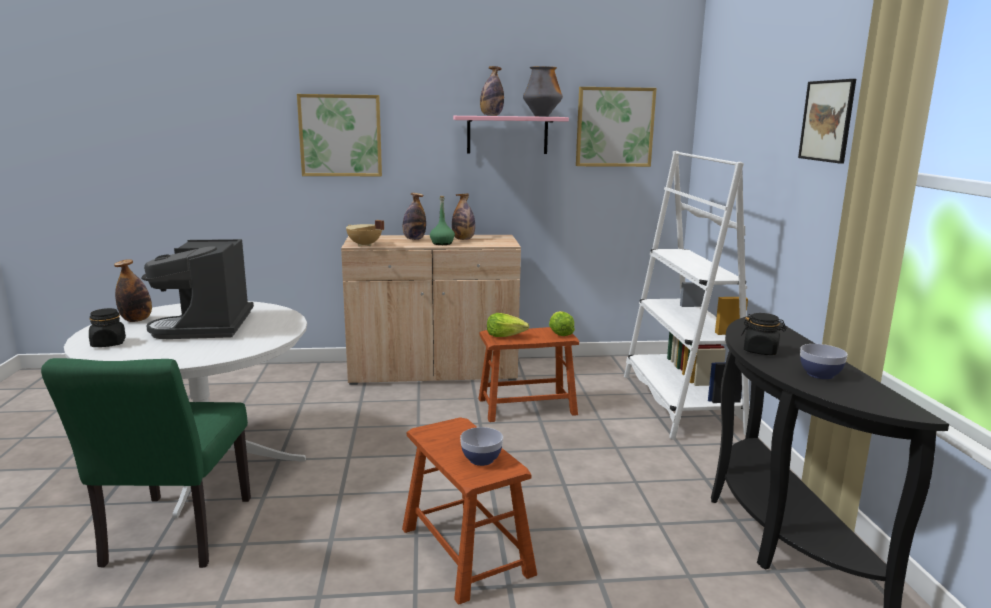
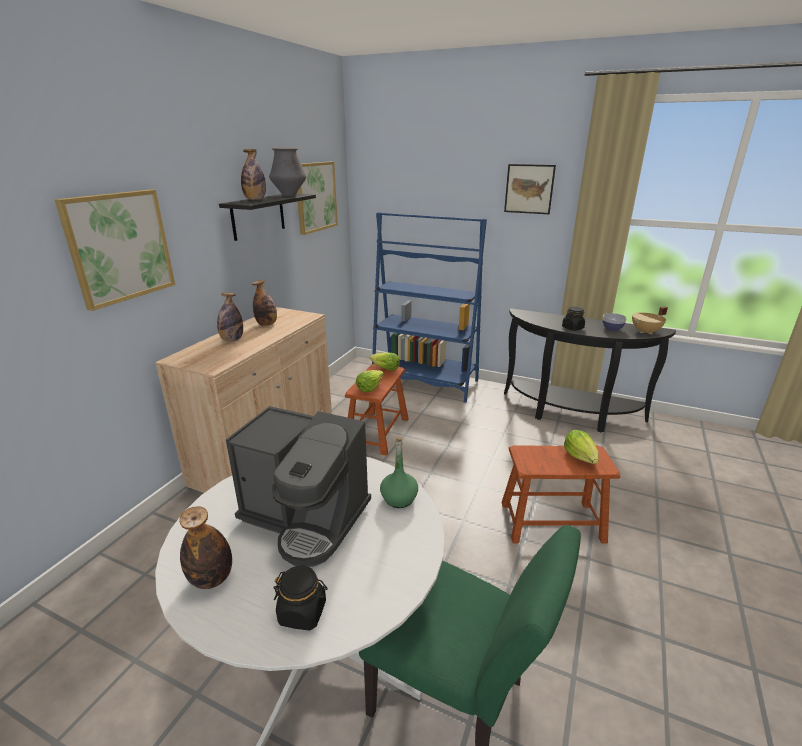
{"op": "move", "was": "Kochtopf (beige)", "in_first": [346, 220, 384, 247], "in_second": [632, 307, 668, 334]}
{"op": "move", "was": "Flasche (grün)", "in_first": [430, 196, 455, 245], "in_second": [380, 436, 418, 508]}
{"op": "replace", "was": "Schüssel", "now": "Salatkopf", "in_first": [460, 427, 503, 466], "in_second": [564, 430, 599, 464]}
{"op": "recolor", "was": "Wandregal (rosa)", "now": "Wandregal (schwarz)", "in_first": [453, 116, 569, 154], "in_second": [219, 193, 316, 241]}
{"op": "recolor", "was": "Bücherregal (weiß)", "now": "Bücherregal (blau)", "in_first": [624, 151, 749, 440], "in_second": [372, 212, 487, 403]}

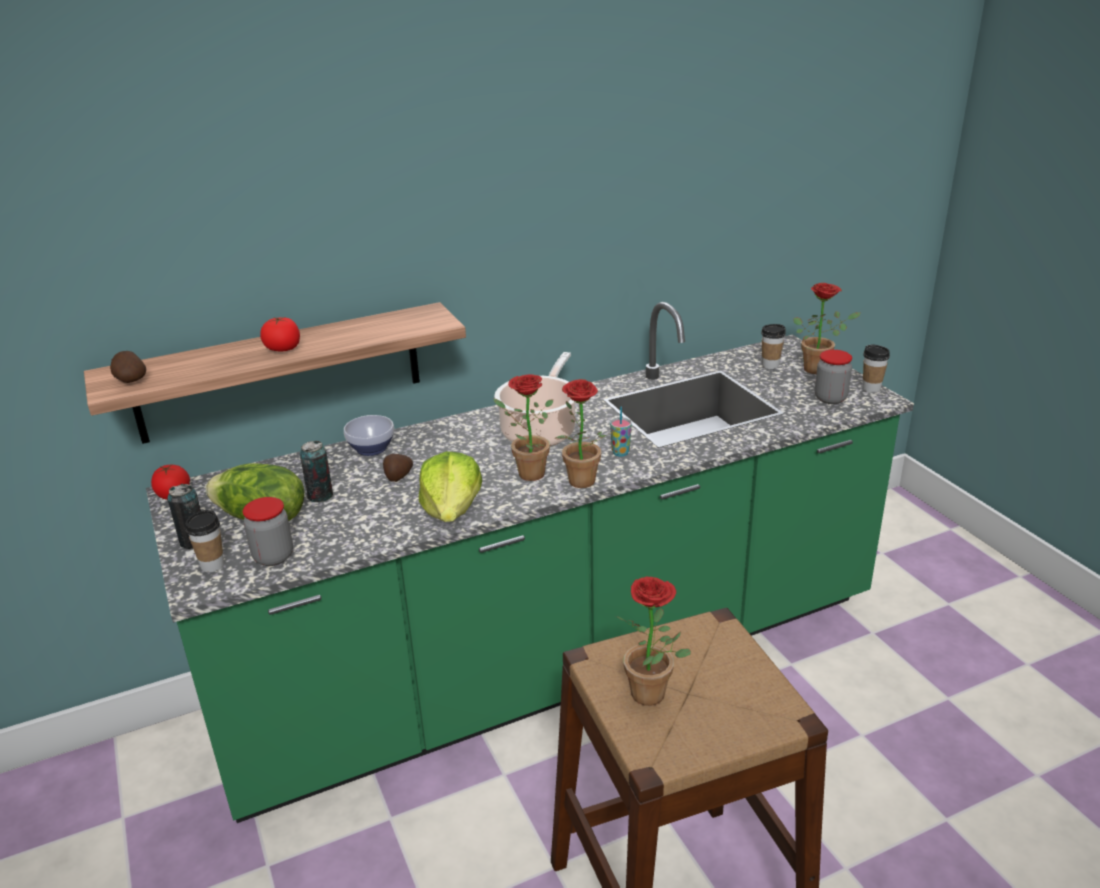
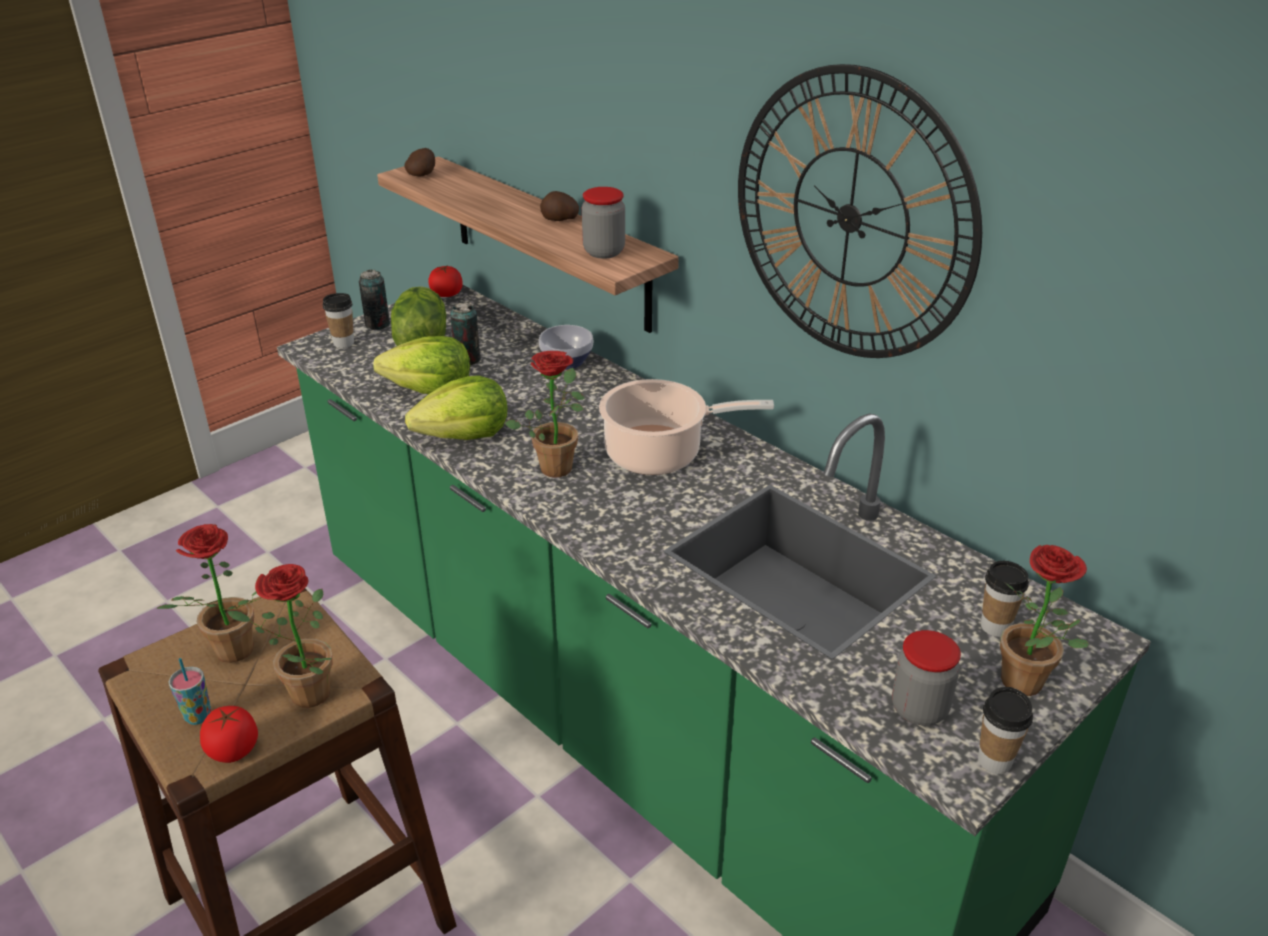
{"op": "insert", "now": "Salatkopf", "in_second": [373, 336, 470, 394]}
{"op": "insert", "now": "Wanduhr", "in_second": [738, 64, 982, 358]}
{"op": "move", "was": "Vorratsglas", "in_first": [243, 497, 293, 566], "in_second": [582, 187, 625, 259]}
{"op": "move", "was": "Tomate", "in_first": [260, 317, 300, 352], "in_second": [200, 706, 258, 763]}
{"op": "move", "was": "Kartoffel", "in_first": [383, 454, 413, 482], "in_second": [540, 191, 579, 221]}
{"op": "move", "was": "Topfpflanze", "in_first": [554, 379, 620, 488], "in_second": [227, 564, 332, 708]}
{"op": "move", "was": "Tasse", "in_first": [610, 406, 632, 457], "in_second": [169, 658, 211, 725]}

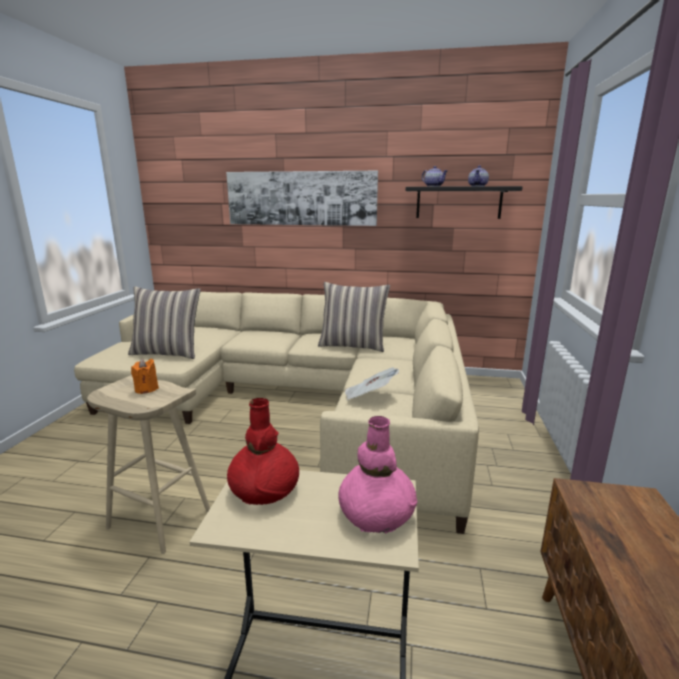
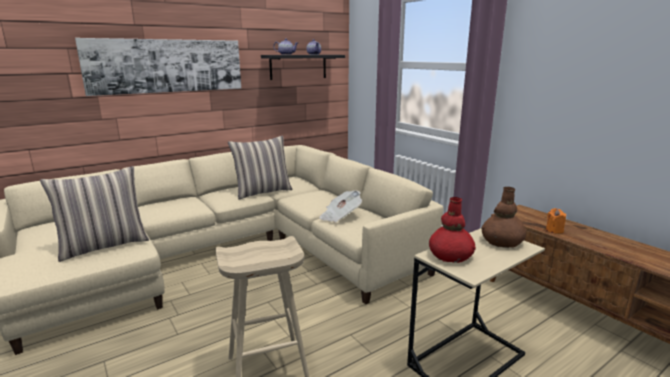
{"op": "move", "was": "Kerze (orange)", "in_first": [131, 359, 159, 394], "in_second": [546, 208, 566, 234]}
{"op": "recolor", "was": "Vase (rosa)", "now": "Vase (braun)", "in_first": [338, 416, 417, 533], "in_second": [481, 187, 526, 248]}

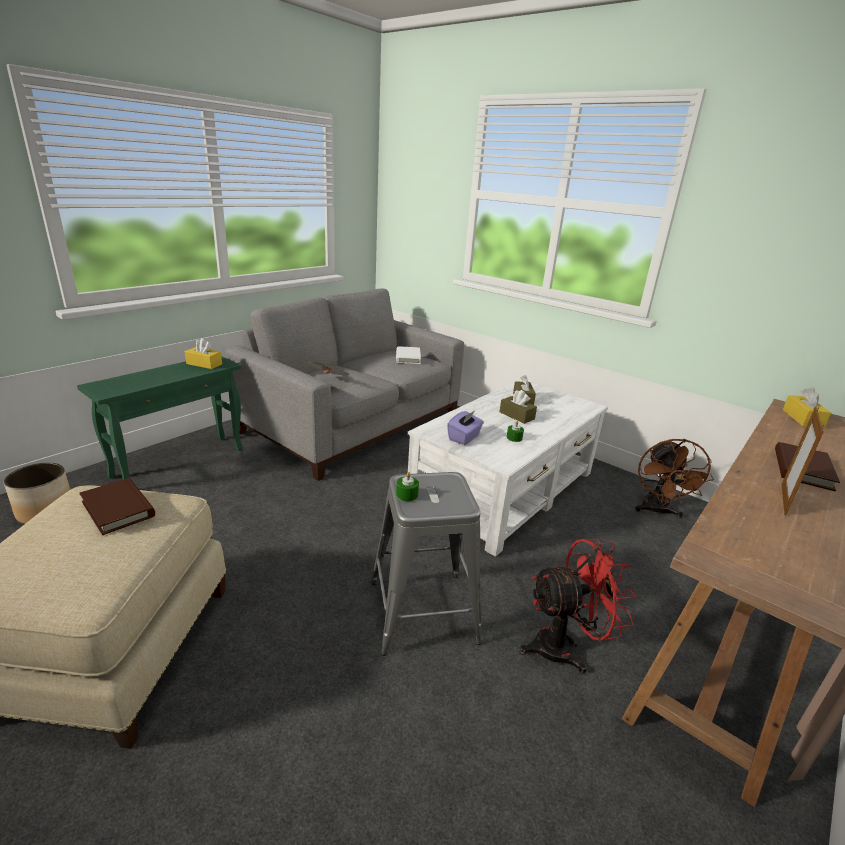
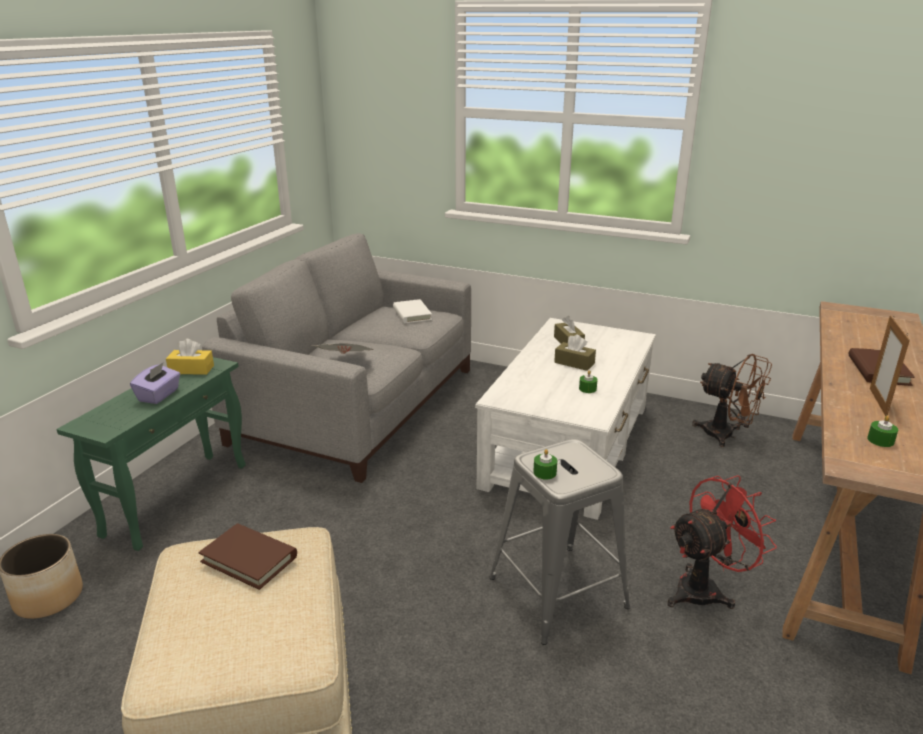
{"op": "delete", "was": "Taschentuchbox (gelb)", "in_first": [783, 387, 831, 428]}
{"op": "insert", "now": "Kerze (grün)", "in_second": [867, 415, 898, 447]}
{"op": "move", "was": "Taschentuchbox (lila)", "in_first": [447, 411, 484, 445], "in_second": [130, 362, 180, 404]}
{"op": "rotate", "was": "Ventilator (braun)", "in_first": [635, 439, 714, 518], "in_second": [692, 354, 772, 447], "clockwise": -45}

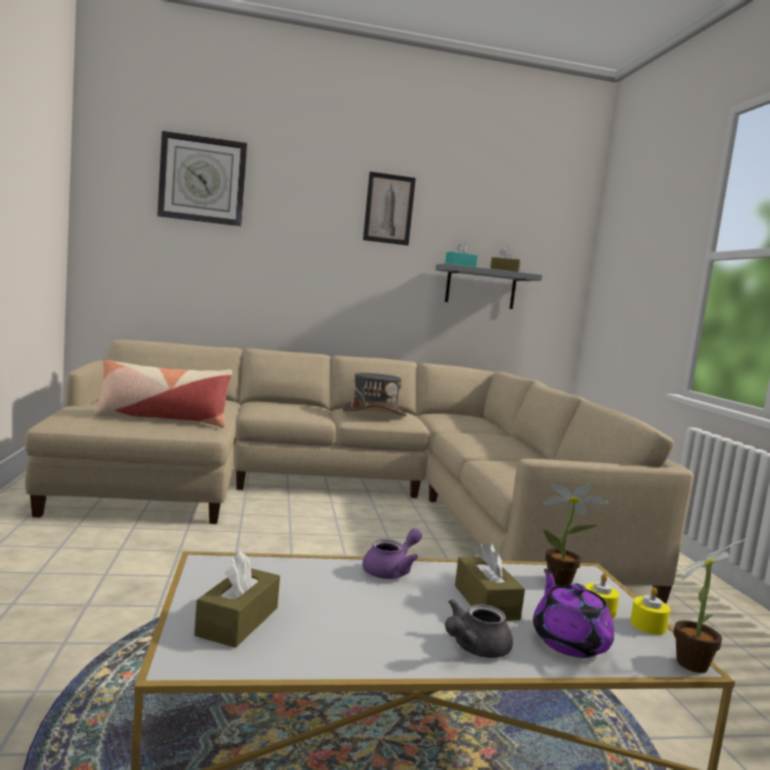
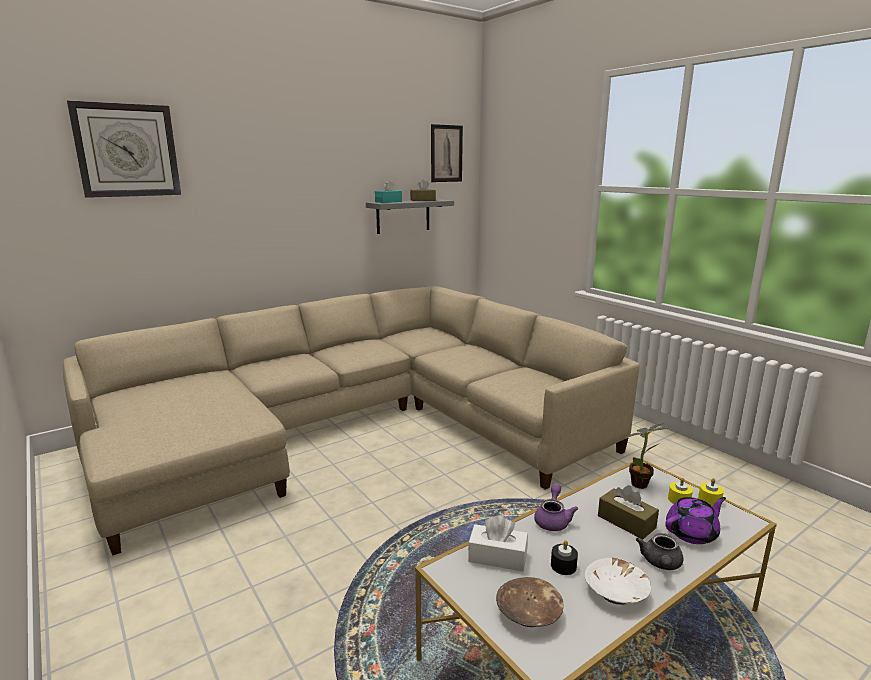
{"op": "delete", "was": "Kissen", "in_first": [94, 360, 232, 427]}
{"op": "delete", "was": "Hut (grau)", "in_first": [342, 373, 407, 416]}
{"op": "delete", "was": "Topfpflanze", "in_first": [673, 539, 747, 673]}
{"op": "insert", "now": "Taschentuchbox (weiß)", "in_second": [468, 516, 528, 572]}
{"op": "insert", "now": "Kerze (schwarz)", "in_second": [551, 540, 578, 575]}
{"op": "insert", "now": "Schüssel (weiß)", "in_second": [585, 558, 651, 605]}
{"op": "move", "was": "Bild", "in_first": [363, 172, 416, 245], "in_second": [431, 124, 463, 182]}
{"op": "replace", "was": "Taschentuchbox (braun)", "now": "Schüssel (braun)", "in_first": [194, 551, 280, 648], "in_second": [496, 577, 564, 627]}
{"op": "rotate", "was": "Teekanne (lila)", "in_first": [533, 569, 614, 658], "in_second": [665, 497, 726, 544], "clockwise": 105}

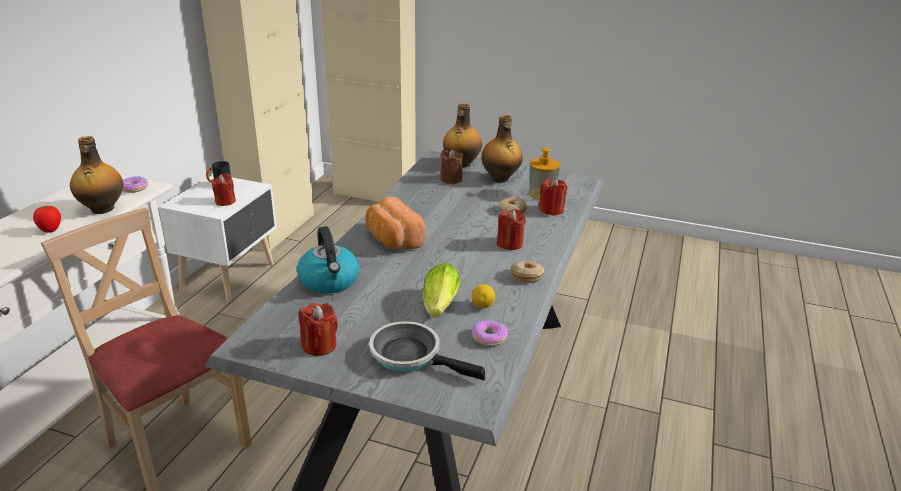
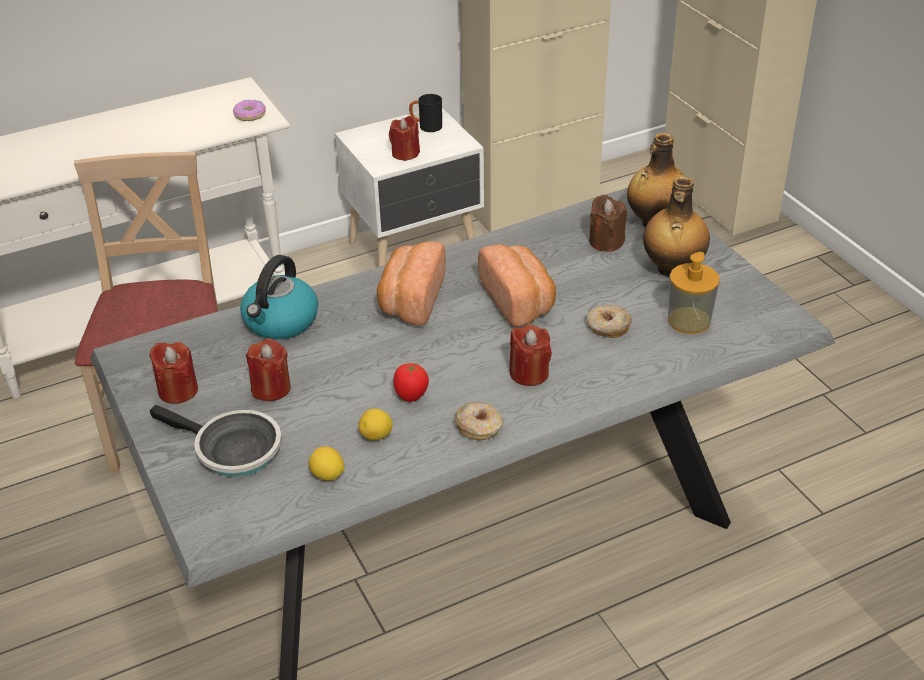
{"op": "delete", "was": "Flasche", "in_first": [70, 136, 123, 214]}
{"op": "delete", "was": "Salatkopf", "in_first": [423, 263, 461, 318]}
{"op": "insert", "now": "Brot", "in_second": [478, 244, 556, 327]}
{"op": "move", "was": "Tomate", "in_first": [33, 206, 61, 233], "in_second": [393, 363, 429, 402]}
{"op": "move", "was": "Kerze (rot)", "in_first": [539, 178, 568, 216], "in_second": [246, 338, 291, 401]}
{"op": "replace", "was": "Donut", "now": "Zitrone", "in_first": [472, 320, 508, 346], "in_second": [309, 446, 344, 481]}
{"op": "rotate", "was": "Pfanne", "in_first": [369, 321, 485, 380], "in_second": [150, 405, 282, 477], "clockwise": 135}

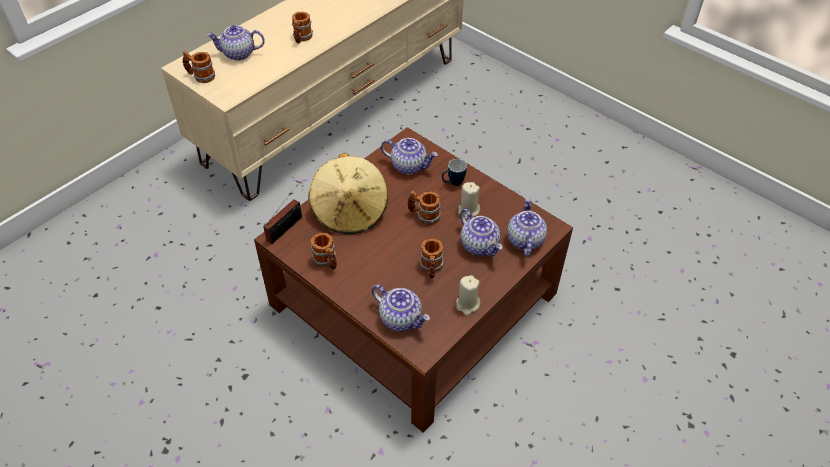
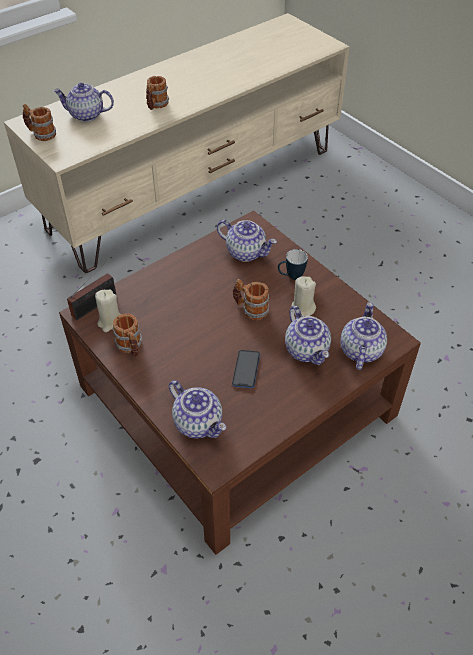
{"op": "delete", "was": "Hut (beige)", "in_first": [308, 153, 388, 234]}
{"op": "move", "was": "Kerze (beige)", "in_first": [456, 275, 480, 315], "in_second": [95, 289, 121, 332]}
{"op": "replace", "was": "Henkelbecher", "now": "Handy", "in_first": [420, 238, 444, 278], "in_second": [232, 350, 260, 388]}

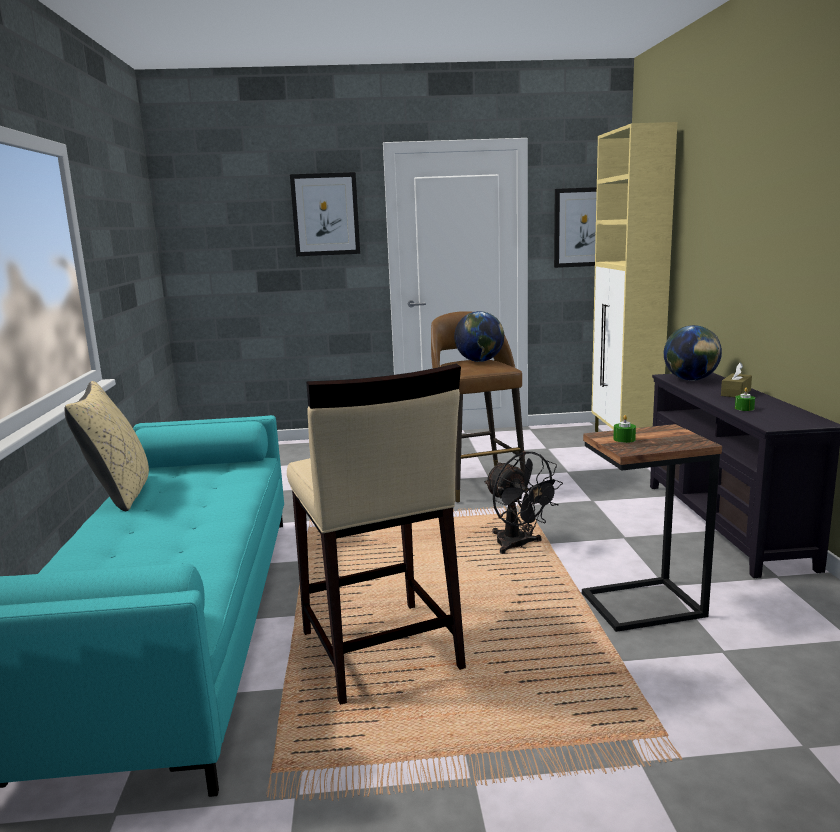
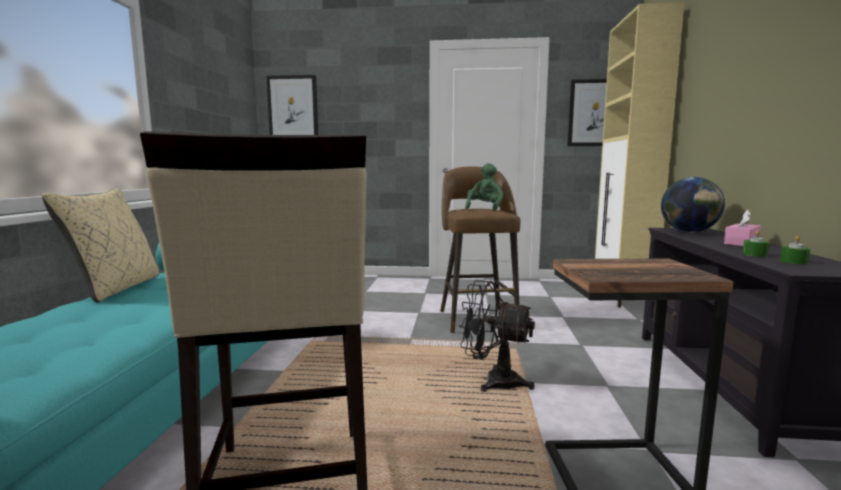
{"op": "move", "was": "Bild", "in_first": [290, 172, 360, 256], "in_second": [266, 75, 318, 135]}
{"op": "move", "was": "Kerze (grün)", "in_first": [613, 415, 636, 443], "in_second": [780, 236, 810, 264]}
{"op": "replace", "was": "Globus", "now": "Plüschtier (grün)", "in_first": [454, 311, 504, 362], "in_second": [465, 163, 504, 211]}
{"op": "recolor", "was": "Taschentuchbox (braun)", "now": "Taschentuchbox (rosa)", "in_first": [721, 363, 752, 397], "in_second": [724, 210, 761, 246]}
{"op": "rotate", "was": "Ventilator (schwarz)", "in_first": [484, 451, 563, 554], "in_second": [459, 280, 535, 392], "clockwise": 135}

